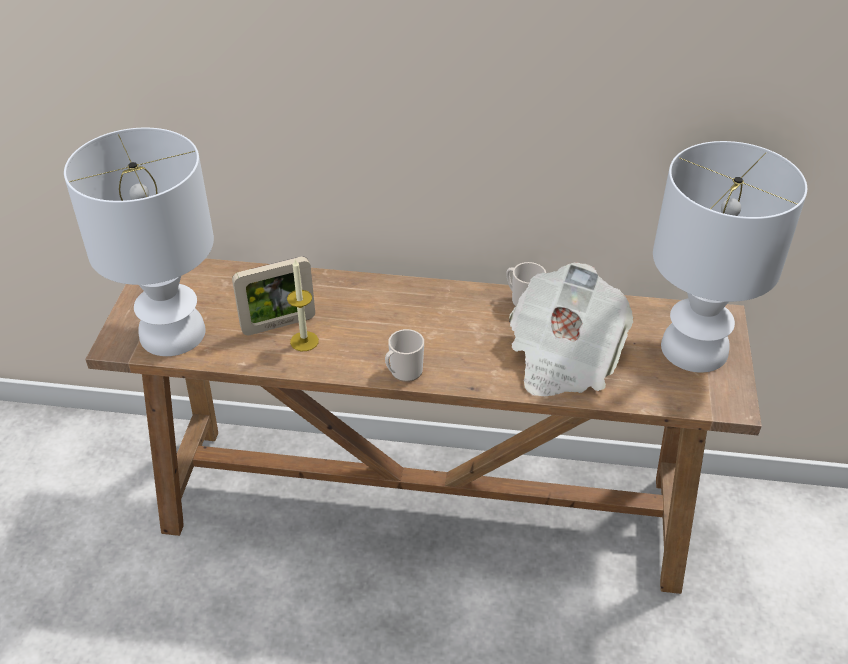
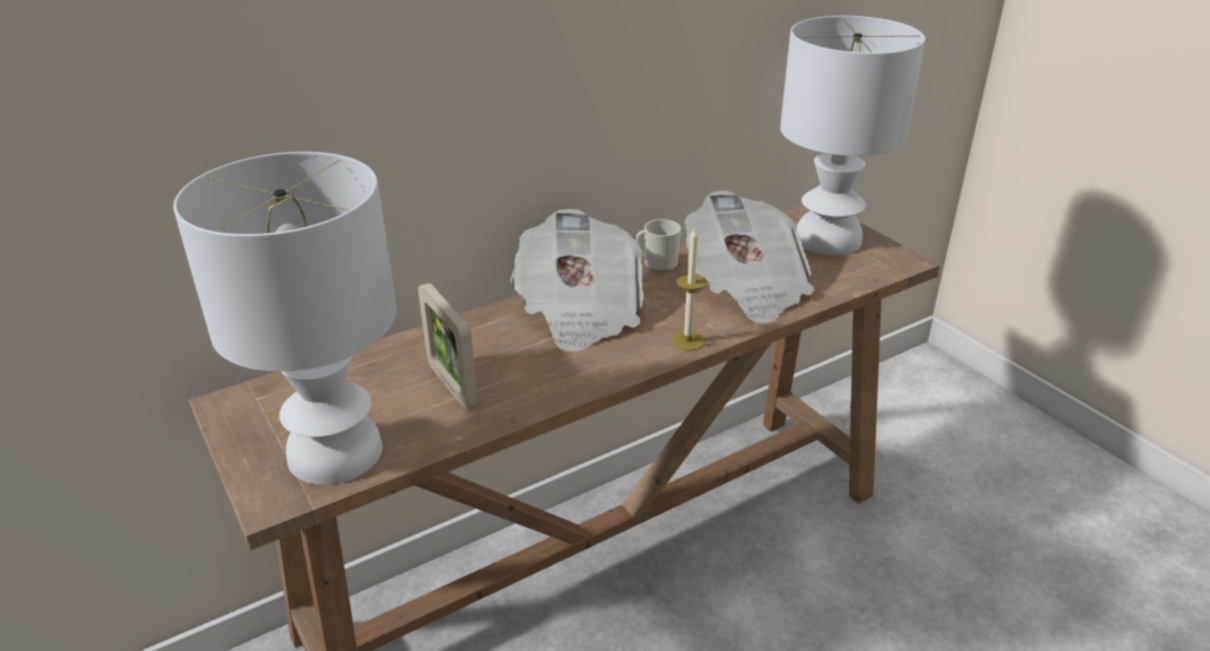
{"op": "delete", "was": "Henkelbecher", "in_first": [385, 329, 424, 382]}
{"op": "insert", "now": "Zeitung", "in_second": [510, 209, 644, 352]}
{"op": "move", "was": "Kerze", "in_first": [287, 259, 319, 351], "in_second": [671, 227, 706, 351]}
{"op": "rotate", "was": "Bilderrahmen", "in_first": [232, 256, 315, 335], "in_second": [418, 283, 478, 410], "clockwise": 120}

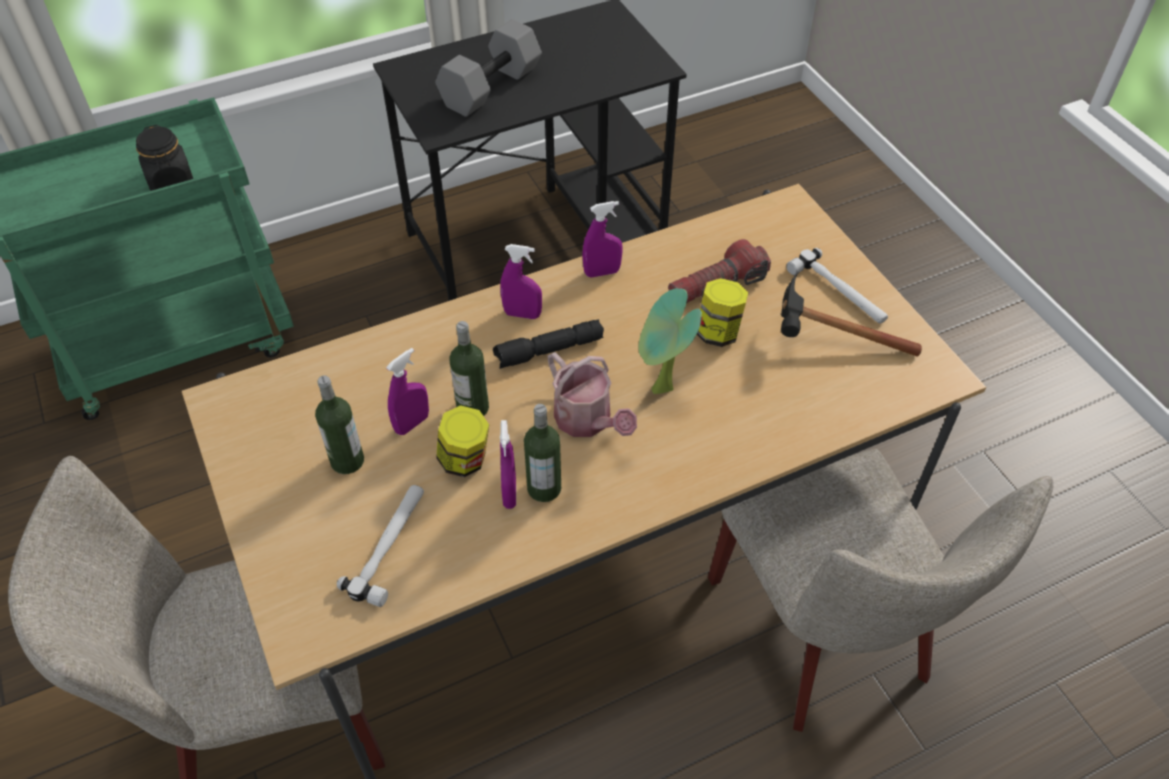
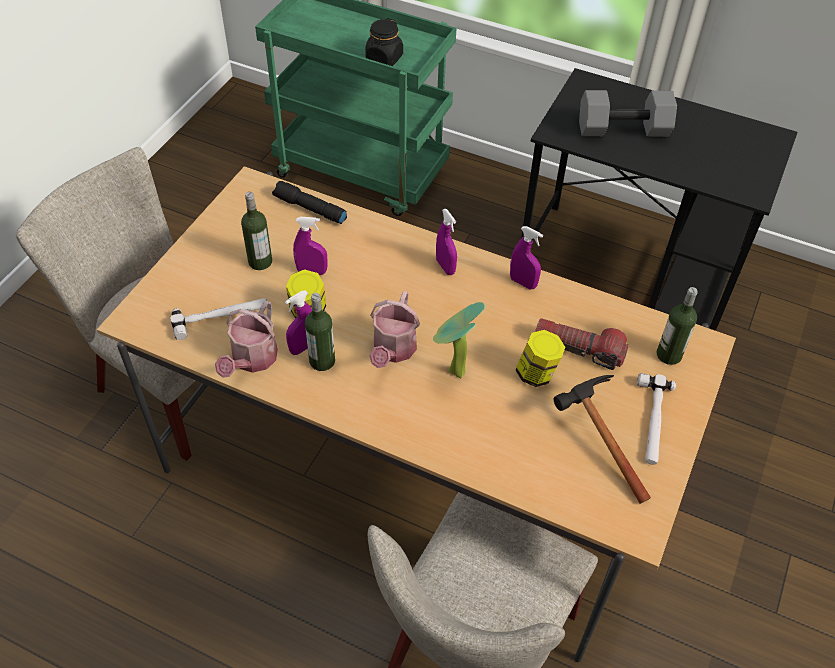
{"op": "insert", "now": "Gießkanne", "in_second": [215, 301, 278, 378]}
{"op": "move", "was": "Flasche", "in_first": [449, 321, 489, 416], "in_second": [657, 287, 698, 365]}
{"op": "move", "was": "Taschenlampe (schwarz)", "in_first": [493, 319, 604, 369], "in_second": [272, 181, 347, 224]}

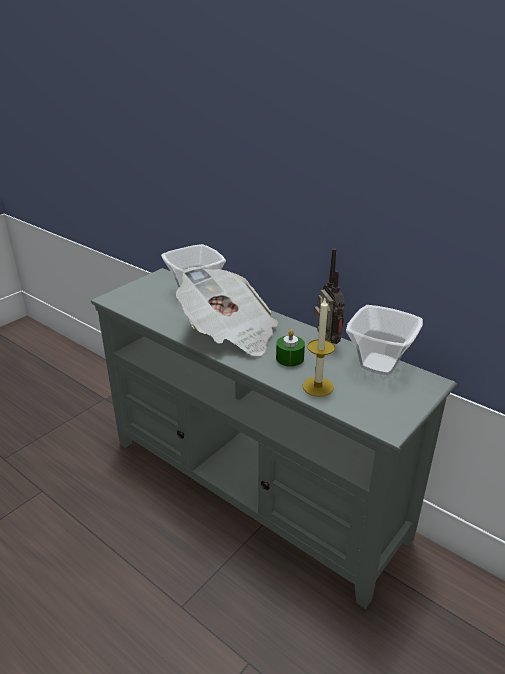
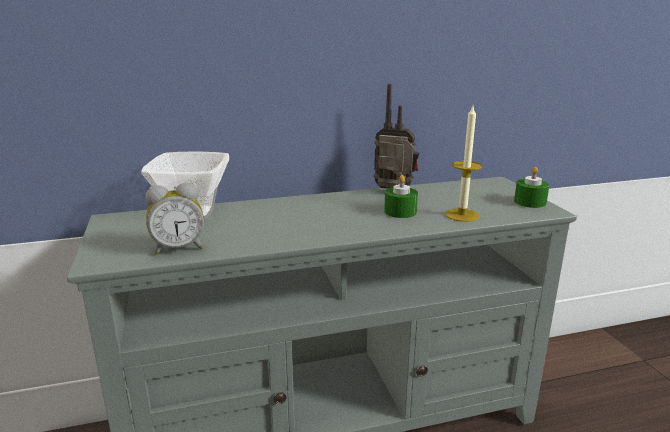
{"op": "delete", "was": "Zeitung", "in_first": [176, 267, 278, 356]}
{"op": "delete", "was": "Schüssel", "in_first": [346, 305, 423, 375]}
{"op": "insert", "now": "Wecker", "in_second": [146, 182, 204, 255]}
{"op": "insert", "now": "Kerze (grün)", "in_second": [514, 167, 550, 208]}

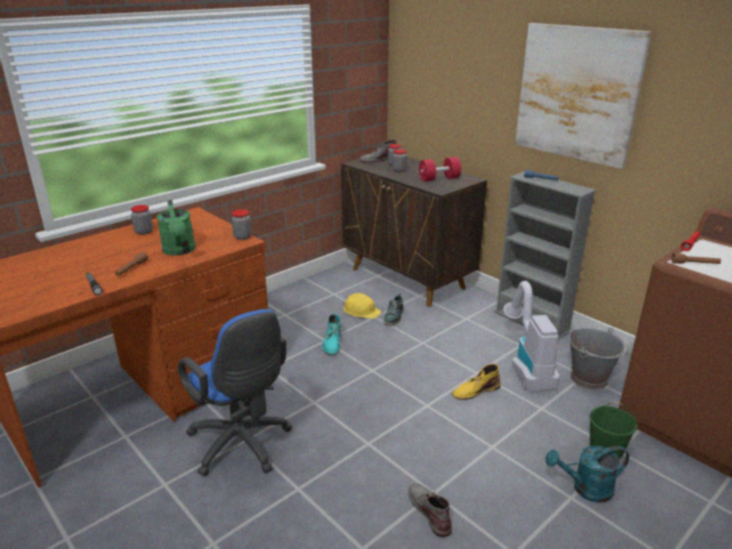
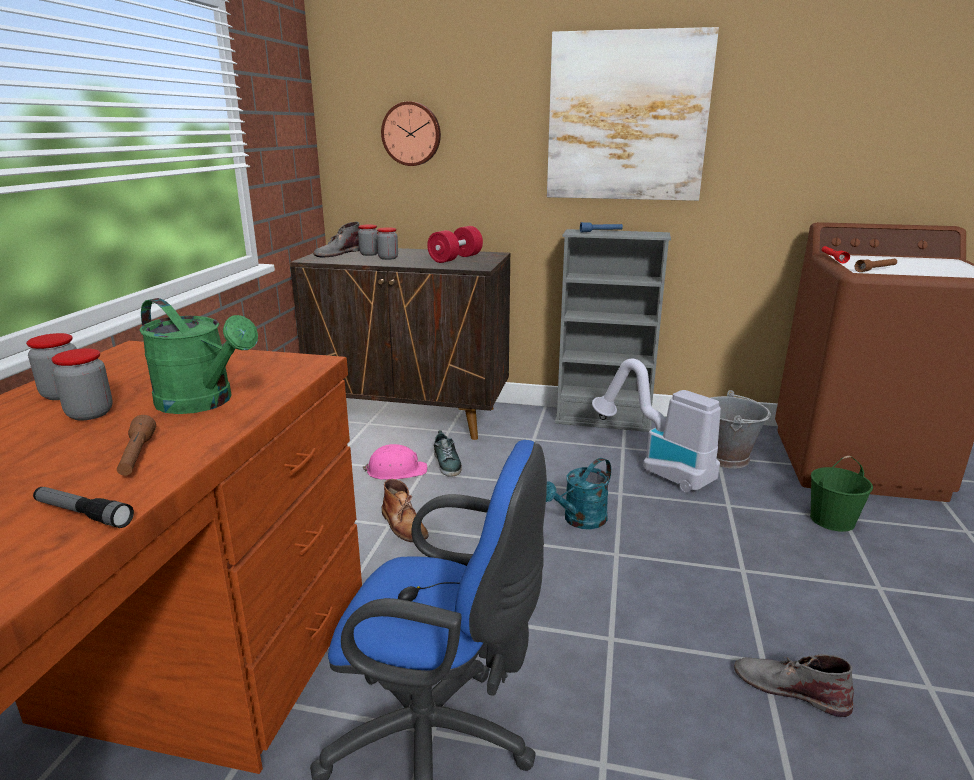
{"op": "delete", "was": "Stiefel (gelb)", "in_first": [452, 364, 500, 400]}
{"op": "insert", "now": "Wanduhr", "in_second": [381, 101, 441, 166]}
{"op": "move", "was": "Vorratsglas", "in_first": [231, 209, 252, 240], "in_second": [51, 348, 113, 421]}
{"op": "move", "was": "Gießkanne (türkis)", "in_first": [546, 446, 629, 503], "in_second": [546, 458, 611, 529]}
{"op": "recolor", "was": "Stiefel (türkis)", "now": "Stiefel (braun)", "in_first": [323, 314, 341, 355], "in_second": [382, 479, 428, 542]}
{"op": "recolor", "was": "Schutzhelm (gelb)", "now": "Schutzhelm (rosa)", "in_first": [342, 293, 382, 319], "in_second": [362, 444, 427, 480]}

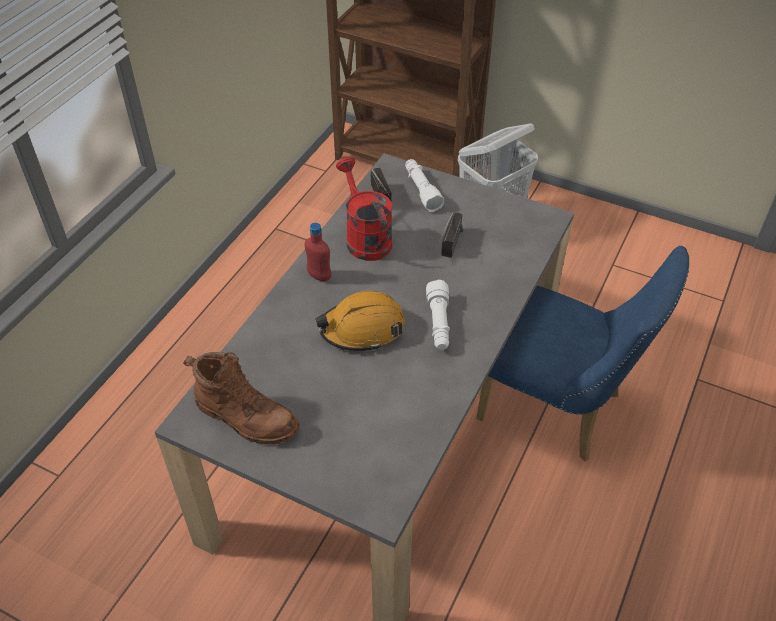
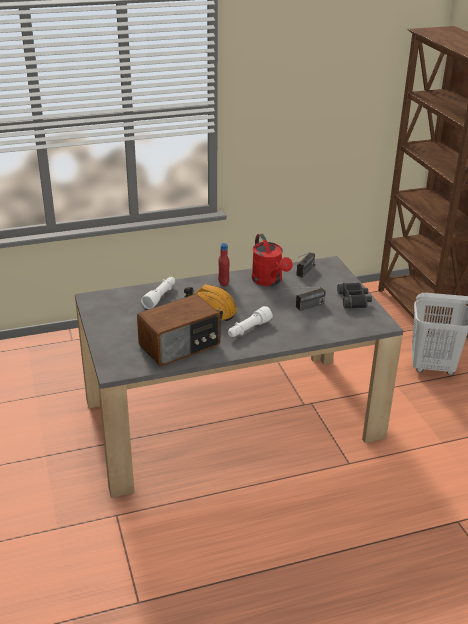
{"op": "delete", "was": "Stiefel (braun)", "in_first": [183, 352, 300, 445]}
{"op": "delete", "was": "Stuhl (blau)", "in_first": [476, 246, 689, 462]}
{"op": "insert", "now": "Radio", "in_second": [137, 294, 221, 366]}
{"op": "insert", "now": "Fernglas (schwarz)", "in_second": [337, 282, 372, 309]}
{"op": "move", "was": "Taschenlampe (weiß)", "in_first": [405, 159, 444, 212], "in_second": [141, 277, 175, 309]}
{"op": "rotate", "was": "Gießkanne (rot)", "in_first": [336, 158, 392, 261], "in_second": [252, 234, 293, 286], "clockwise": 135}

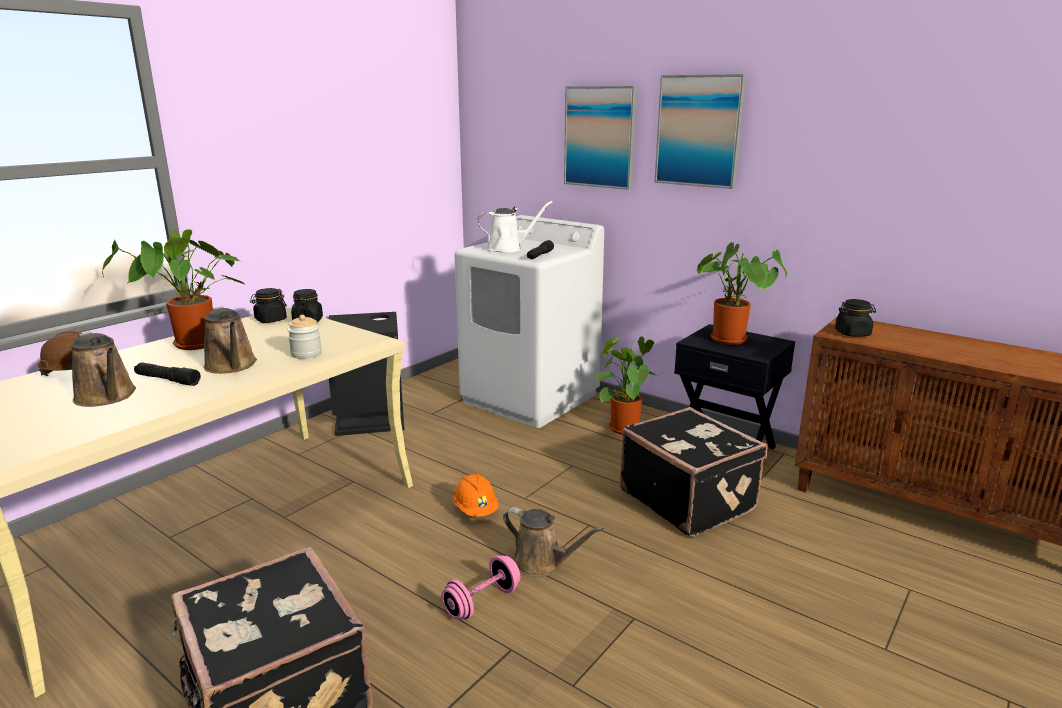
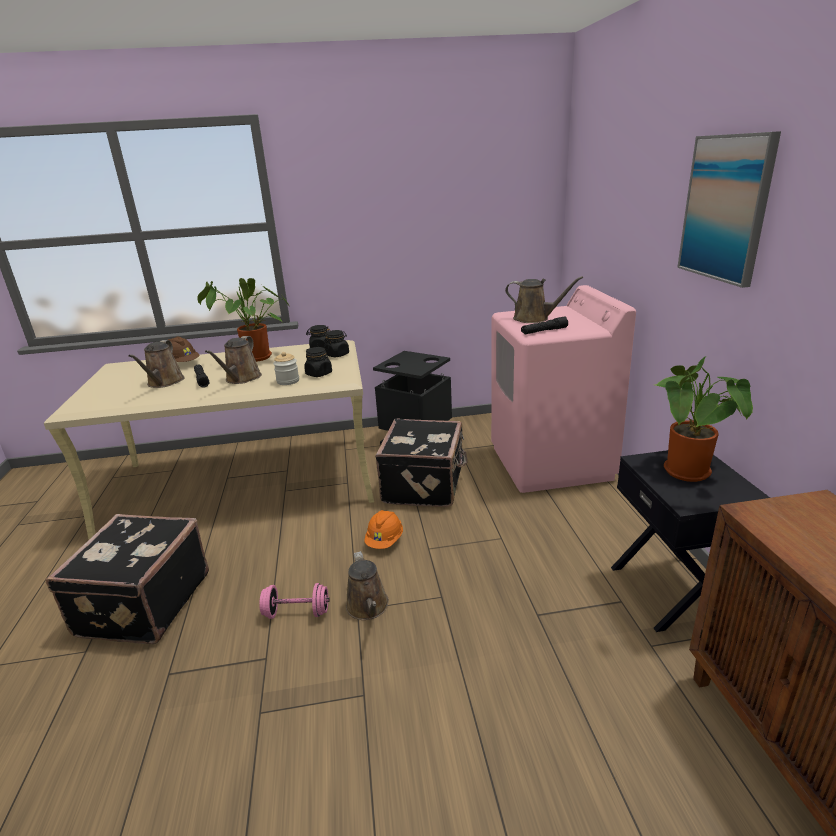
{"op": "delete", "was": "Bild", "in_first": [564, 86, 637, 190]}
{"op": "delete", "was": "Topfpflanze", "in_first": [594, 337, 657, 435]}
{"op": "move", "was": "Koffer (schwarz)", "in_first": [620, 407, 768, 537], "in_second": [375, 418, 467, 507]}
{"op": "move", "was": "Vorratsglas (schwarz)", "in_first": [835, 299, 876, 337], "in_second": [304, 347, 332, 377]}
{"op": "recolor", "was": "Waschmaschine (weiß)", "now": "Waschmaschine (rosa)", "in_first": [454, 215, 604, 428], "in_second": [491, 285, 636, 493]}
{"op": "recolor", "was": "Gießkanne (weiß)", "now": "Gießkanne (braun)", "in_first": [477, 201, 553, 253], "in_second": [505, 276, 583, 323]}

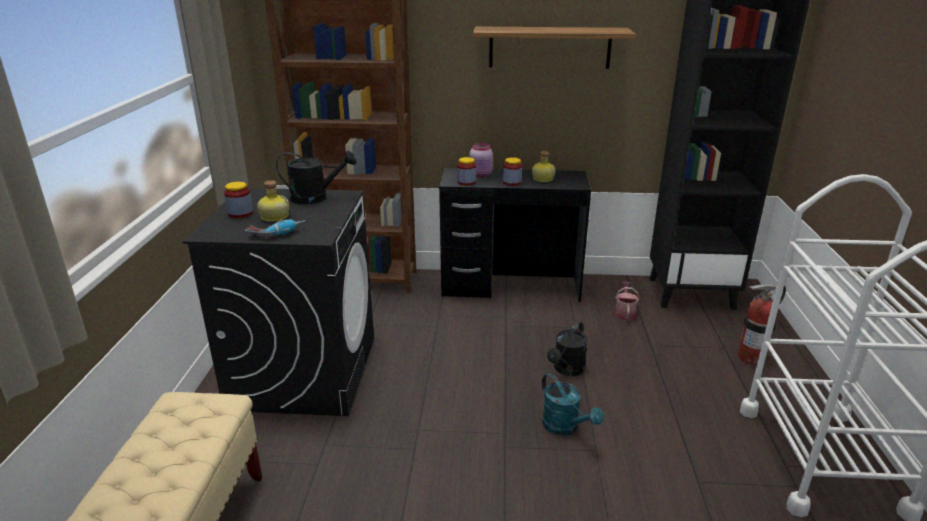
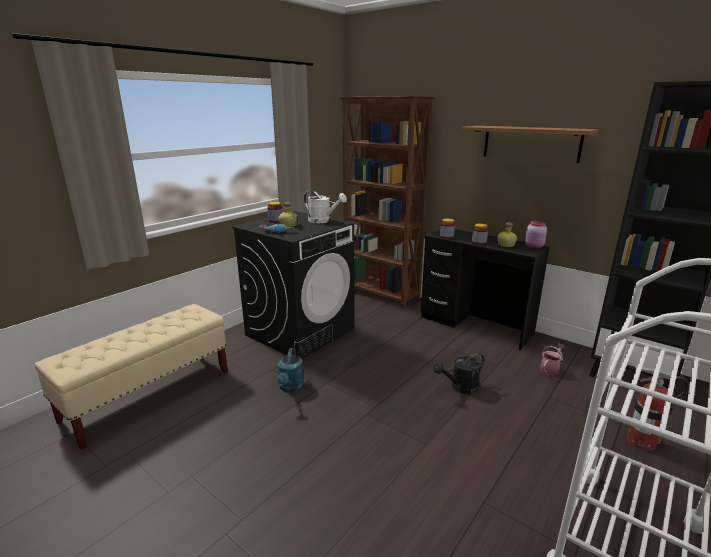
{"op": "move", "was": "Vorratsglas (rosa)", "in_first": [470, 143, 493, 178], "in_second": [525, 221, 547, 249]}
{"op": "move", "was": "Gießkanne (türkis)", "in_first": [542, 373, 603, 436], "in_second": [277, 348, 304, 393]}
{"op": "recolor", "was": "Gießkanne (schwarz)", "now": "Gießkanne (weiß)", "in_first": [276, 151, 357, 204], "in_second": [304, 190, 347, 223]}

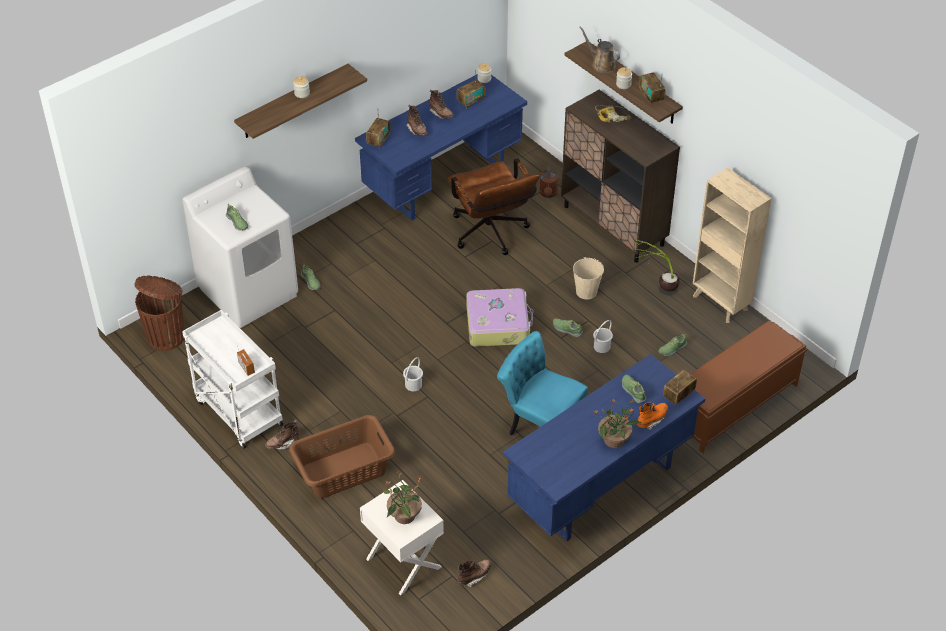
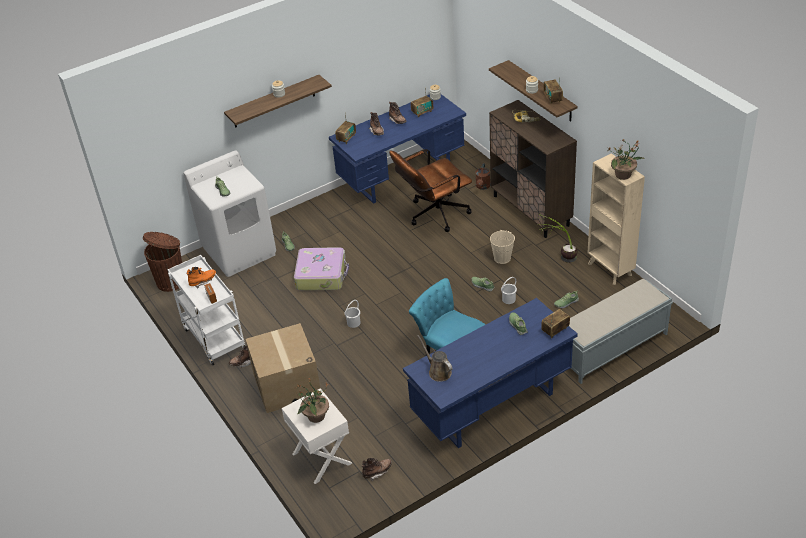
{"op": "move", "was": "Koffer", "in_first": [467, 288, 533, 347], "in_second": [294, 247, 349, 290]}
{"op": "move", "was": "Gießkanne (braun)", "in_first": [579, 26, 620, 73], "in_second": [418, 335, 452, 382]}
{"op": "move", "was": "Topfpflanze", "in_first": [594, 400, 642, 448], "in_second": [608, 140, 645, 180]}
{"op": "move", "was": "Stiefel (orange)", "in_first": [637, 403, 668, 430], "in_second": [186, 267, 216, 288]}
{"op": "replace", "was": "Wäschekorb (braun)", "now": "Karton", "in_first": [289, 415, 395, 498], "in_second": [246, 323, 320, 413]}
{"op": "recolor", "was": "Bank (braun)", "now": "Bank (grau)", "in_first": [691, 321, 807, 453], "in_second": [569, 279, 673, 384]}
{"op": "rotate", "was": "Bürostuhl (braun)", "in_first": [448, 158, 539, 255], "in_second": [389, 149, 472, 232], "clockwise": 75}

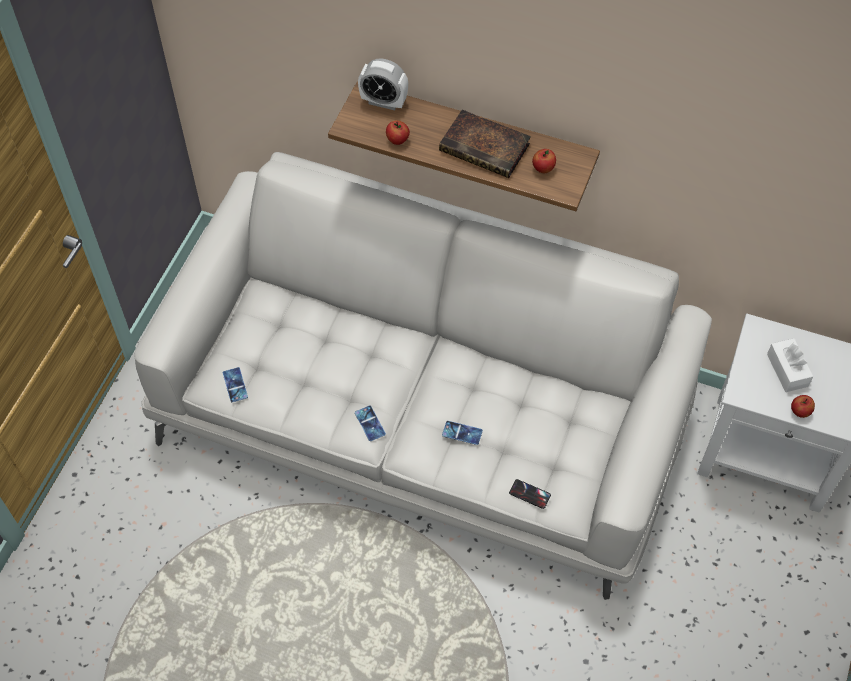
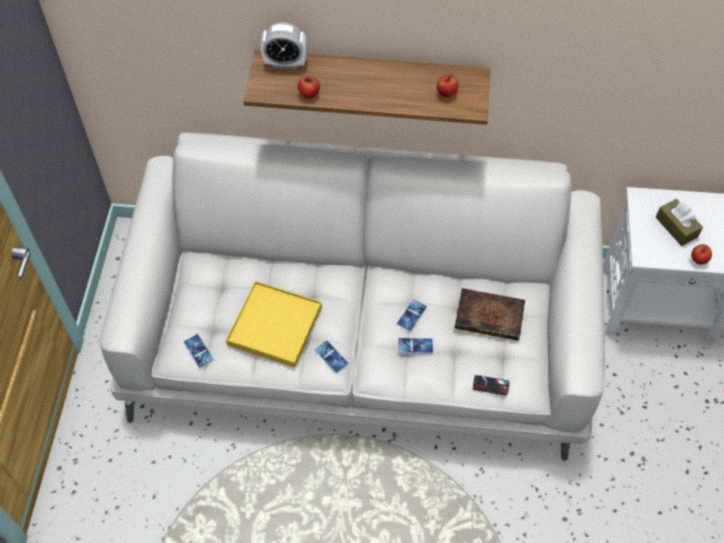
{"op": "insert", "now": "Tablett (gelb)", "in_second": [226, 281, 322, 368]}
{"op": "insert", "now": "Handy", "in_second": [397, 300, 427, 331]}
{"op": "move", "was": "Buch", "in_first": [439, 110, 531, 178], "in_second": [455, 288, 525, 341]}
{"op": "recolor", "was": "Taschentuchbox (weiß)", "now": "Taschentuchbox (braun)", "in_first": [767, 338, 813, 392], "in_second": [656, 199, 703, 246]}

